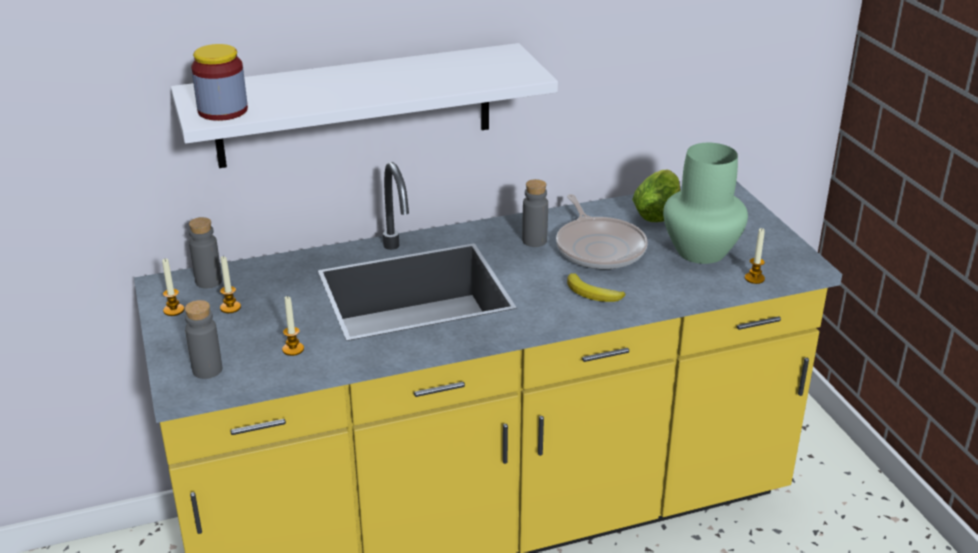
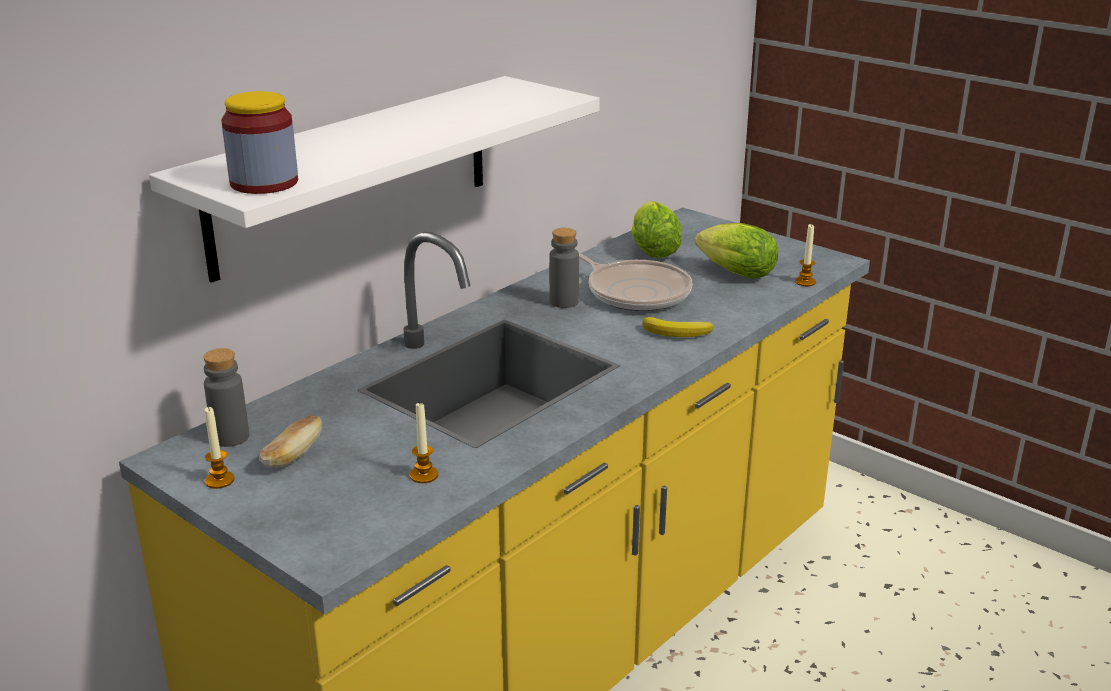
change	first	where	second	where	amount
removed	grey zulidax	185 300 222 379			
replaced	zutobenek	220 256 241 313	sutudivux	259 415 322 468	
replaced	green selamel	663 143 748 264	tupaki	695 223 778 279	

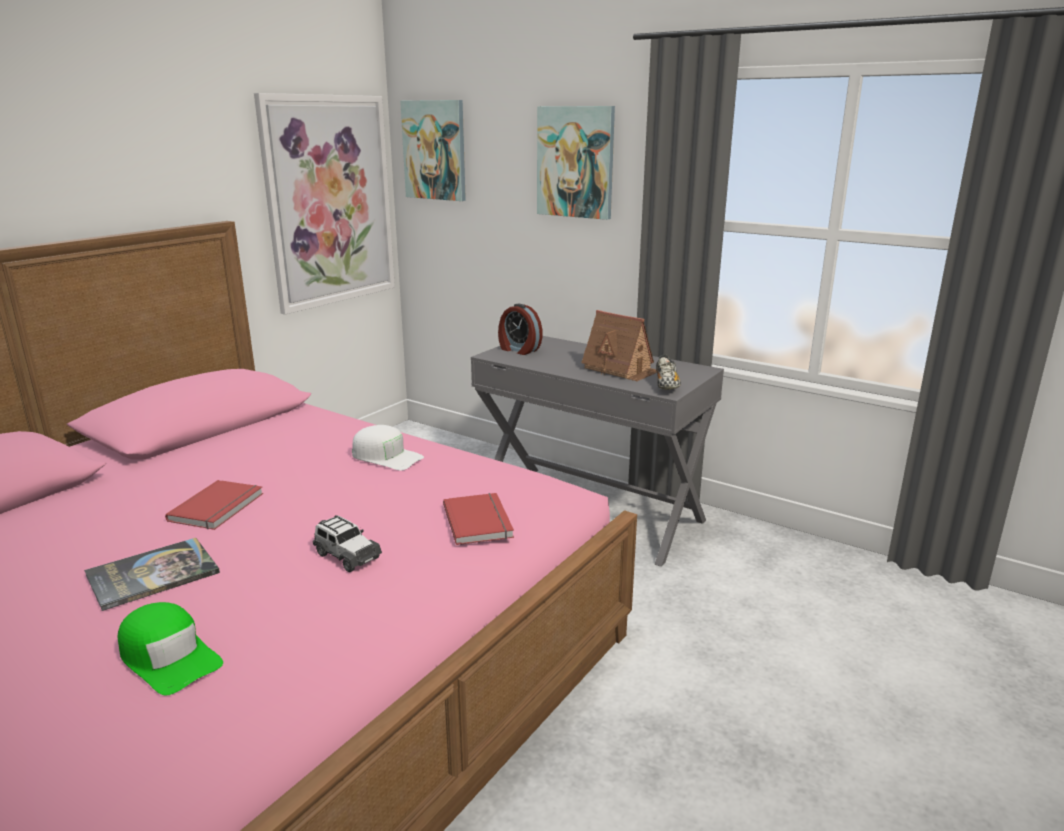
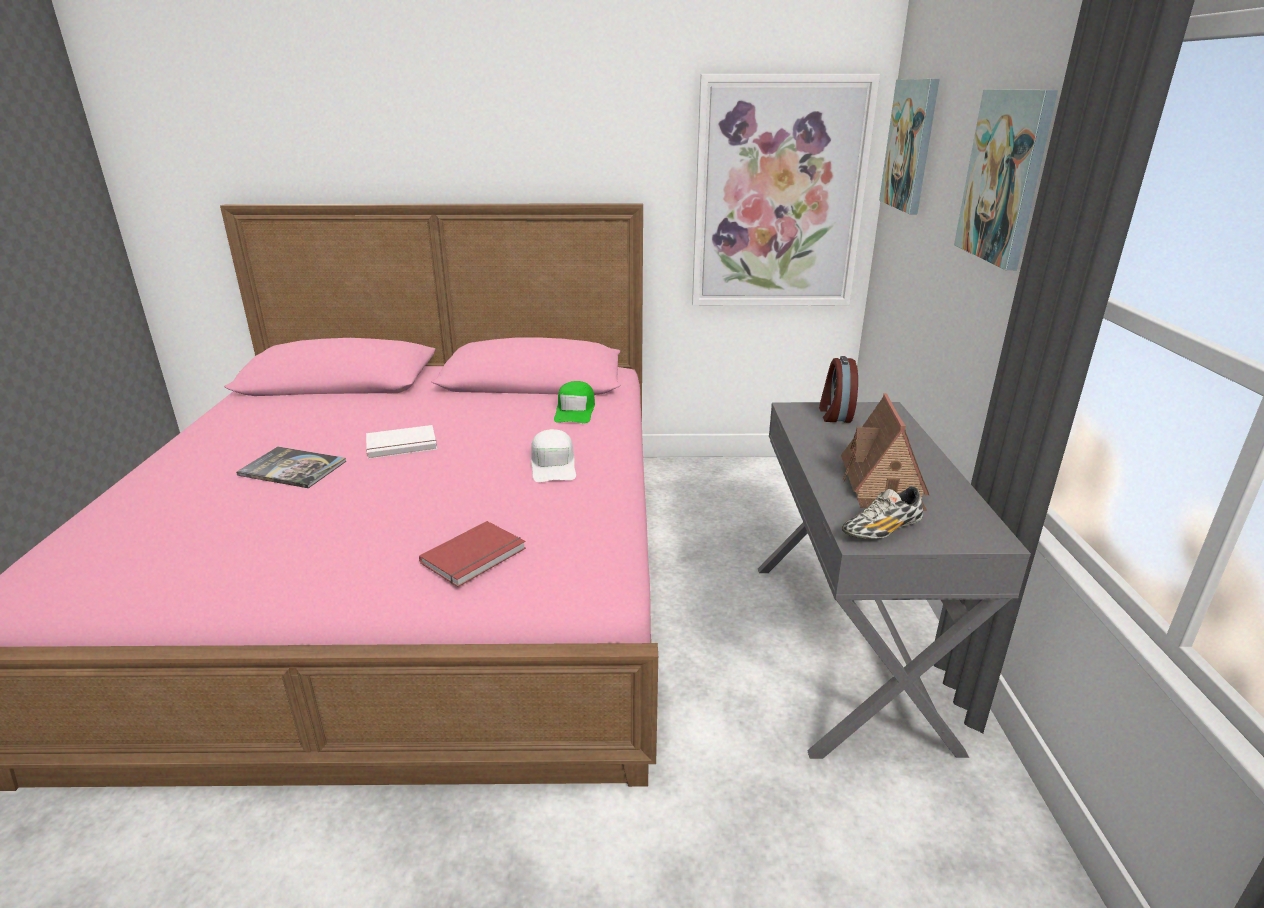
change	first	where	second	where	amount
removed	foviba	313 515 382 572			
moved	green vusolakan	118 602 223 695		554 381 595 423	
recoloured	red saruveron	165 480 263 530	white saruveron	366 425 437 459	

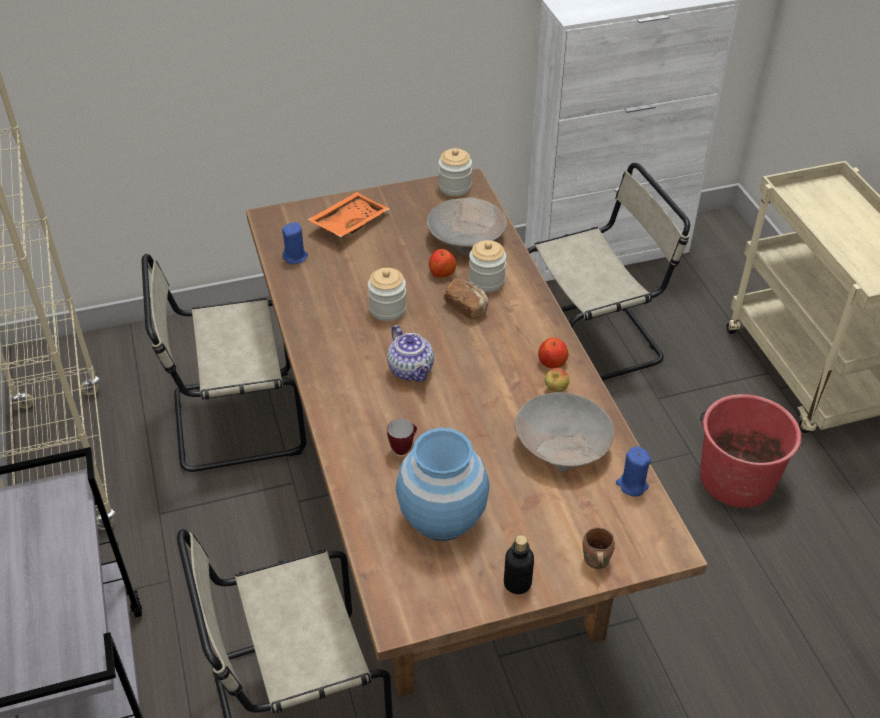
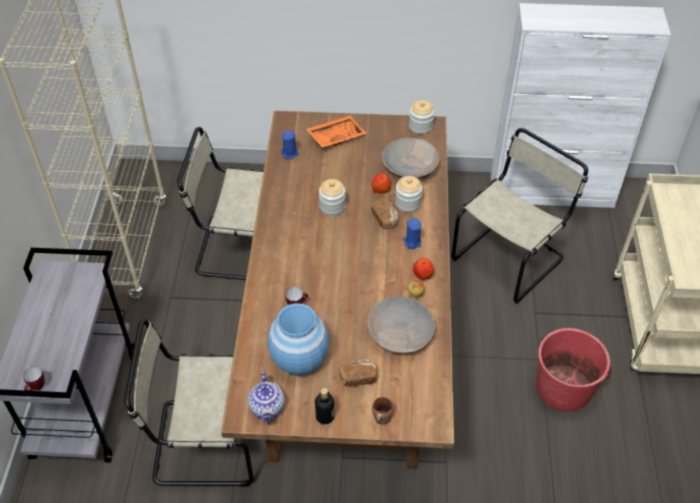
change	first	where	second	where	amount
added			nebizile	23 366 45 391	
added			sutudivux	339 359 377 387	
moved	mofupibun	387 325 434 382		248 371 285 424	
moved	blue zutobenek	616 446 651 497		403 218 421 249	
turned	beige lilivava	527 163 690 380		451 128 588 304	45 degrees counterclockwise

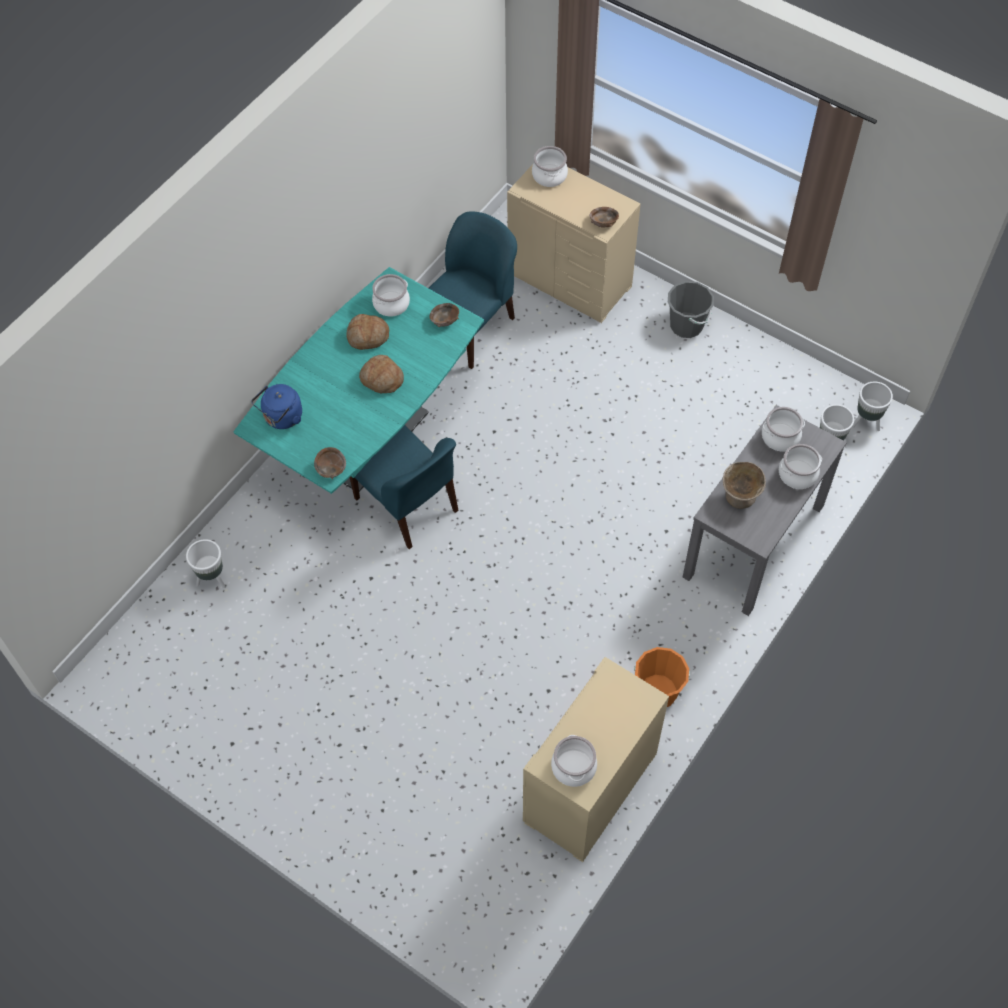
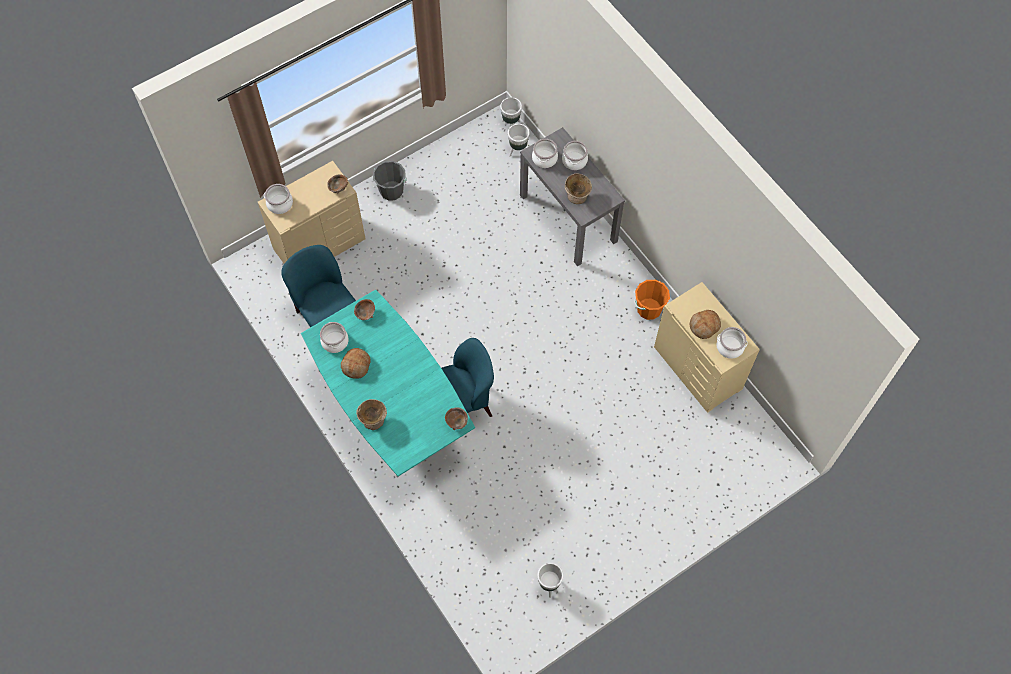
change	first	where	second	where	amount
removed	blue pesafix	252 384 302 429			
added			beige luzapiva	356 399 387 430	
moved	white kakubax	186 539 226 588		537 563 563 598	
moved	sutudivux	359 355 404 393		690 310 721 339	

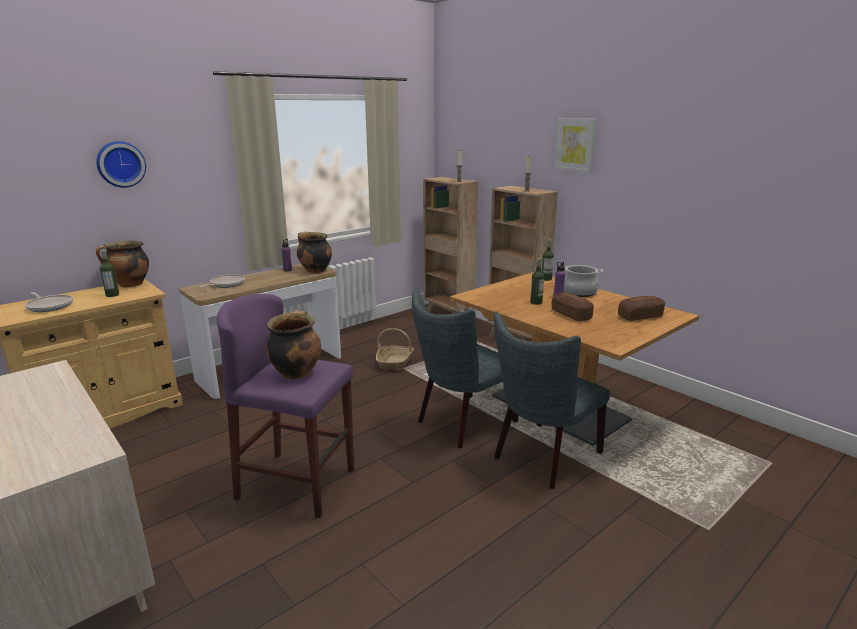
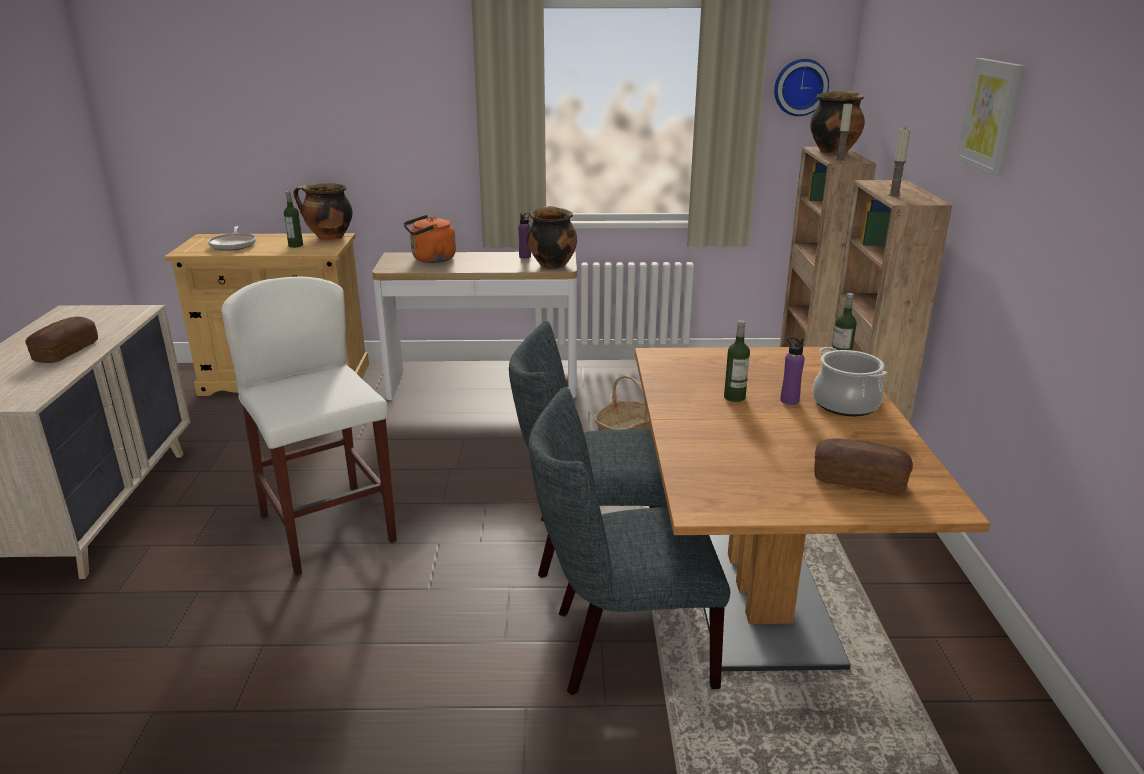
change	first	where	second	where	amount
moved	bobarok	96 141 146 188		774 59 829 116	
moved	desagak	266 310 321 380		810 91 865 154	
moved	sutudivux	552 292 594 321		25 317 98 363	
replaced	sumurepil	200 274 246 288	orange pesafix	404 215 456 263	
recoloured	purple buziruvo	217 294 354 518	white buziruvo	221 276 397 576	

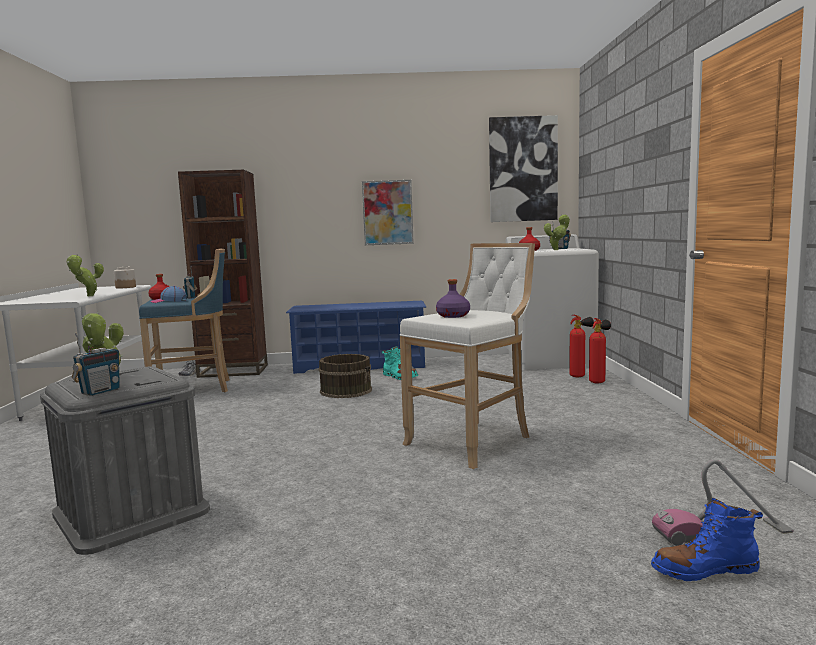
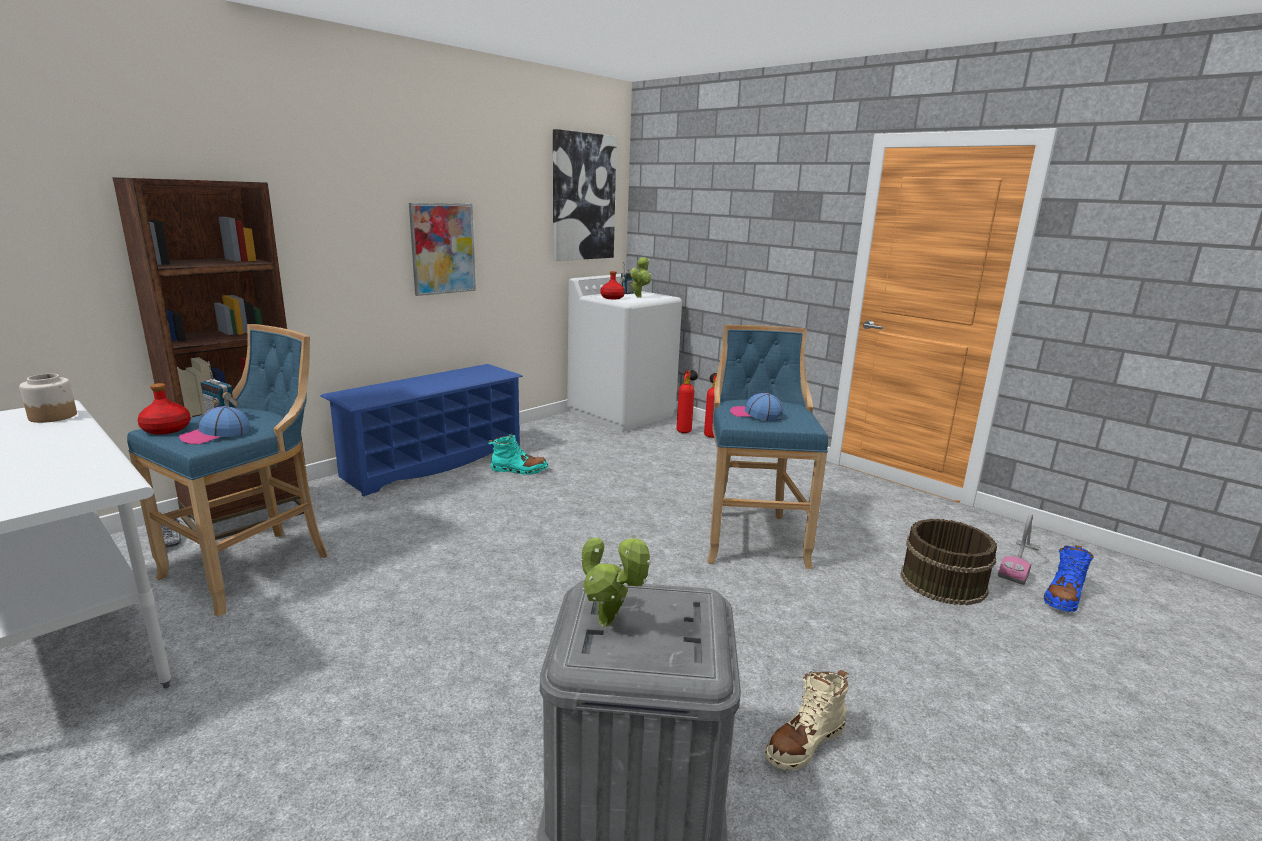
change	first	where	second	where	amount
removed	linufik	66 254 104 296			
removed	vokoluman	72 333 121 396			
added			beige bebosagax	765 670 849 770	
moved	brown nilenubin	318 354 372 398		900 519 997 606	
replaced	purple zulidax	436 279 470 318	vusolakan	730 393 783 421	
recoloured	white buziruvo	400 243 535 469	blue buziruvo	707 325 828 569	

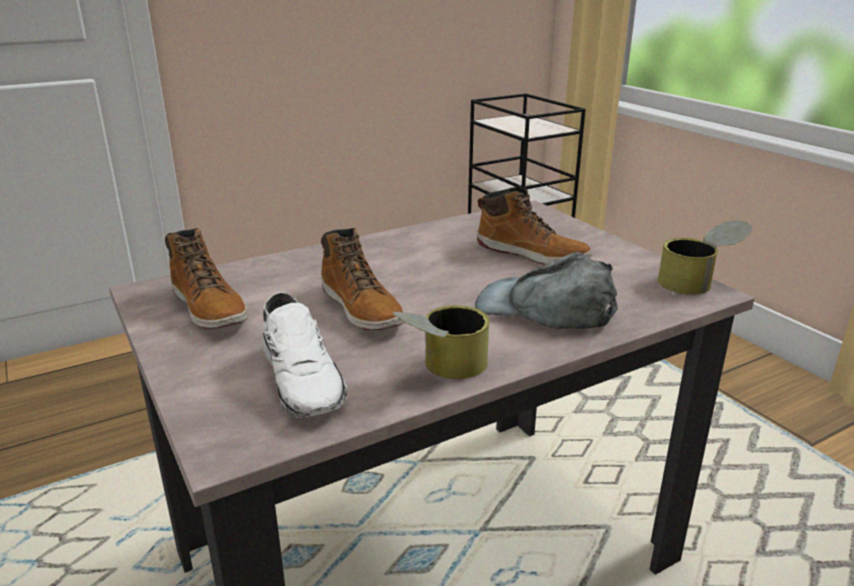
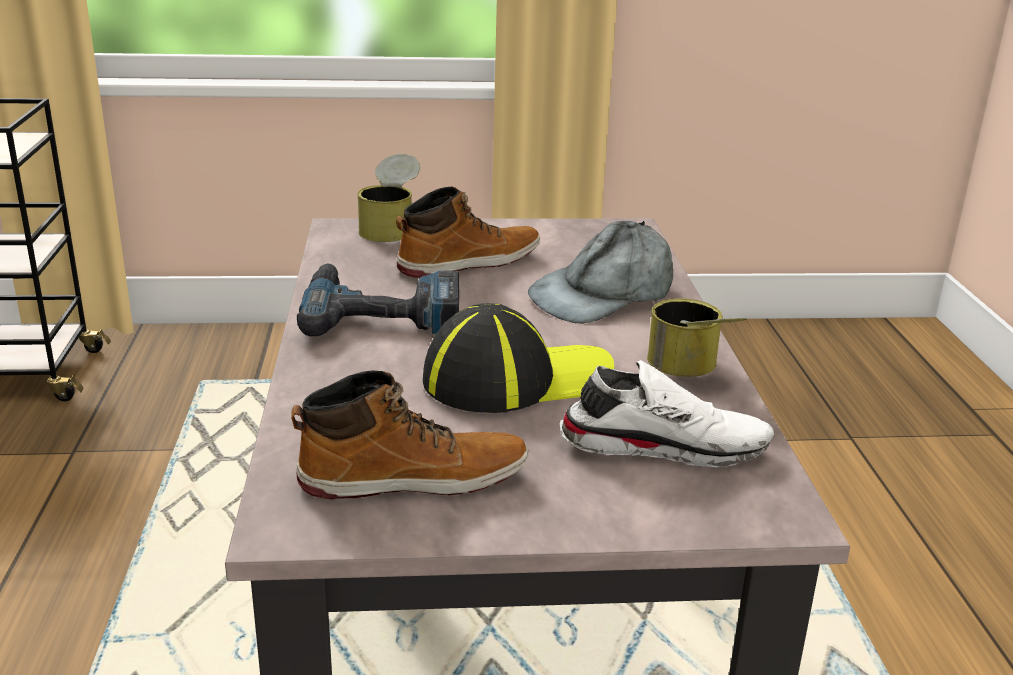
change	first	where	second	where	amount
added			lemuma	297 263 459 337	
moved	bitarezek	657 220 752 295		357 154 420 242	
replaced	bebosagax	321 228 405 330	vusolakan	423 303 615 413	

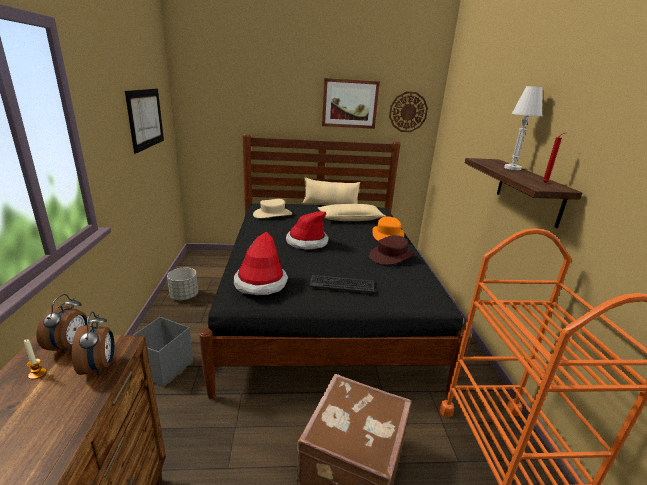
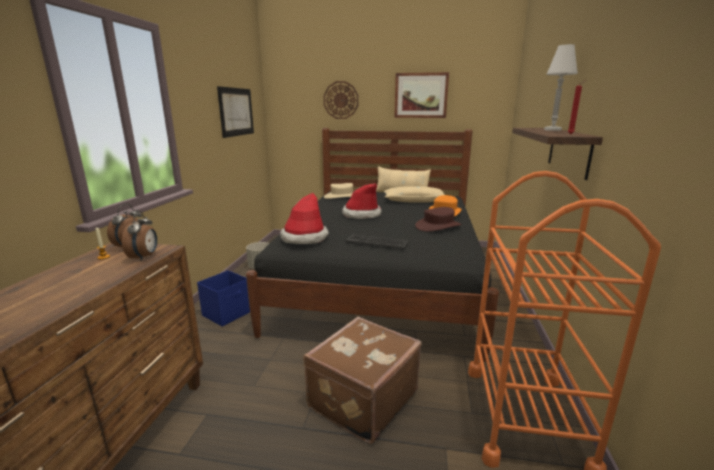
change	first	where	second	where	amount
moved	bobarok	389 92 428 132		323 81 359 119	
recoloured	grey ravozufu	134 317 193 387	blue ravozufu	197 270 250 327	

